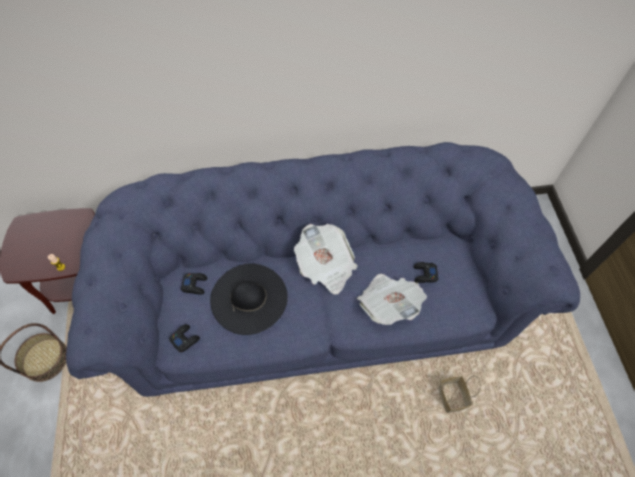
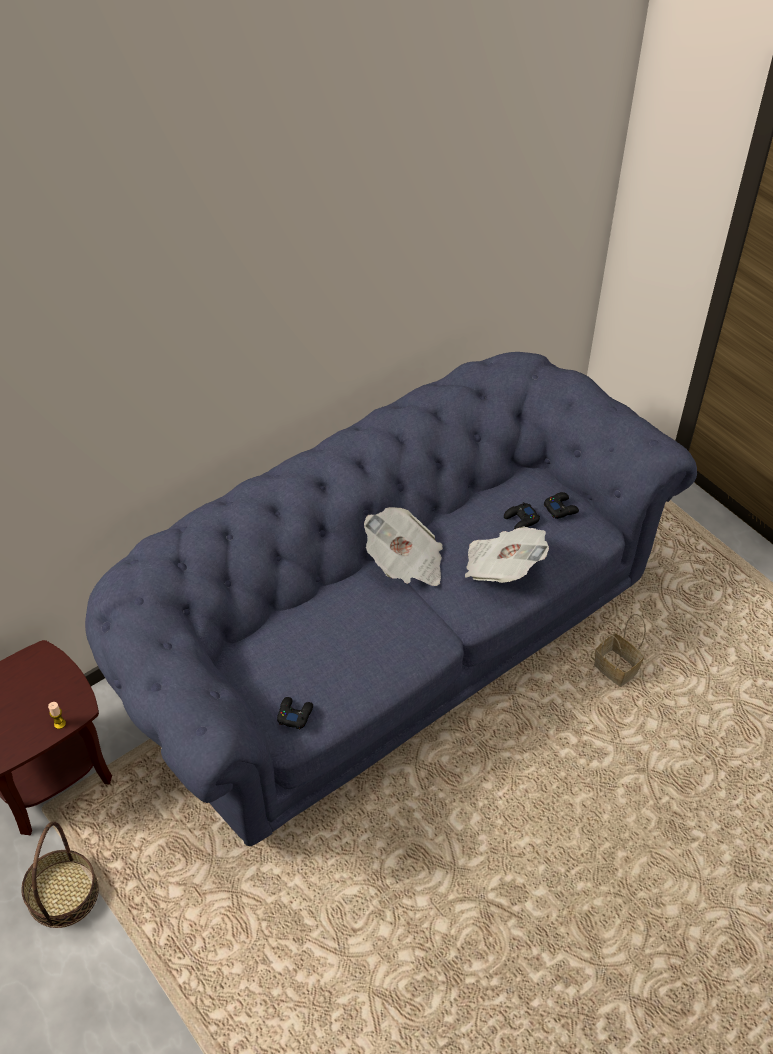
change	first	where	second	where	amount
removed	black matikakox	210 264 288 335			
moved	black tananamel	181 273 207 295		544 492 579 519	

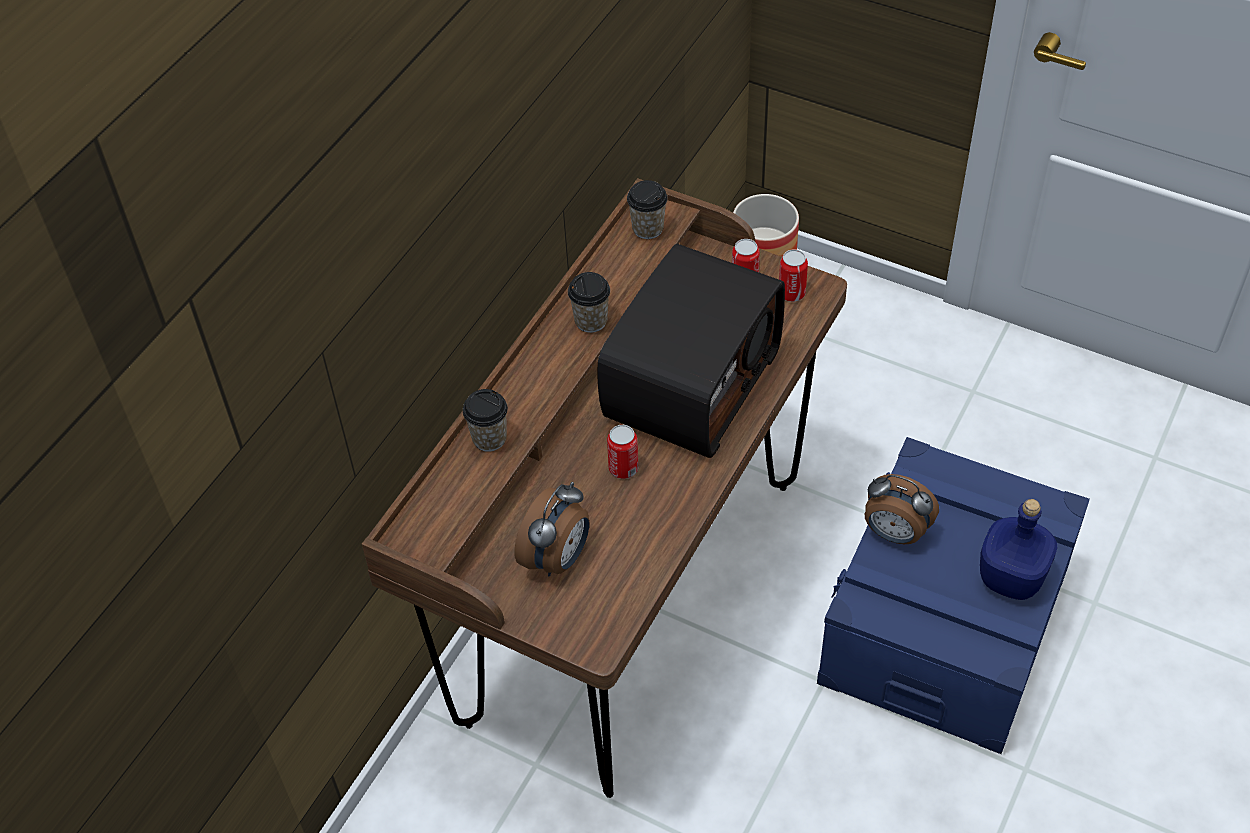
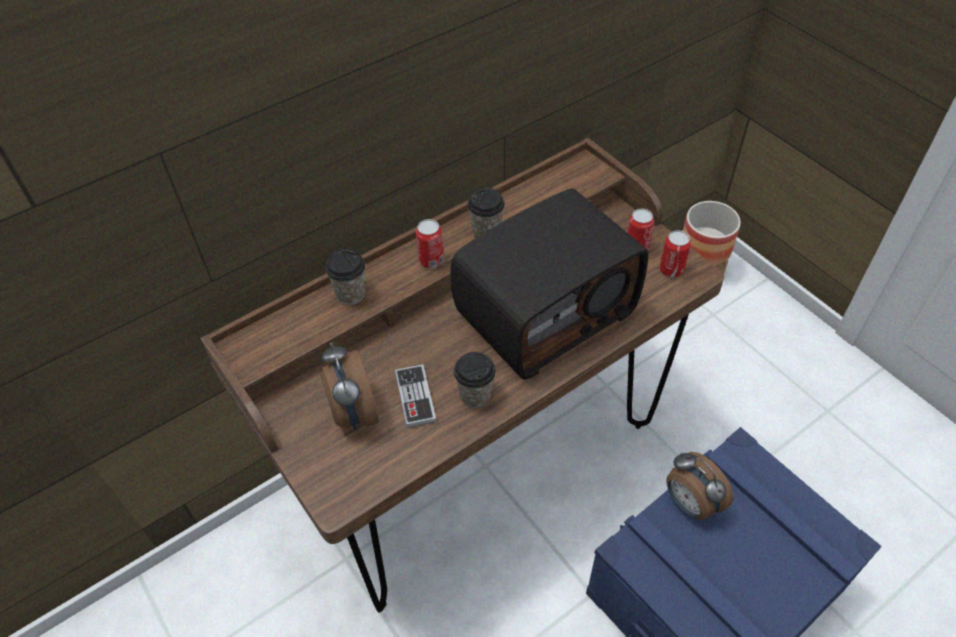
change	first	where	second	where	amount
removed	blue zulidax	980 499 1057 600			
added			tananamel	395 364 437 428	
moved	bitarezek	607 425 639 479		416 219 444 268	
moved	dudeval	627 180 667 239		454 352 496 408	
turned	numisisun	514 482 589 576		321 343 379 430	105 degrees clockwise

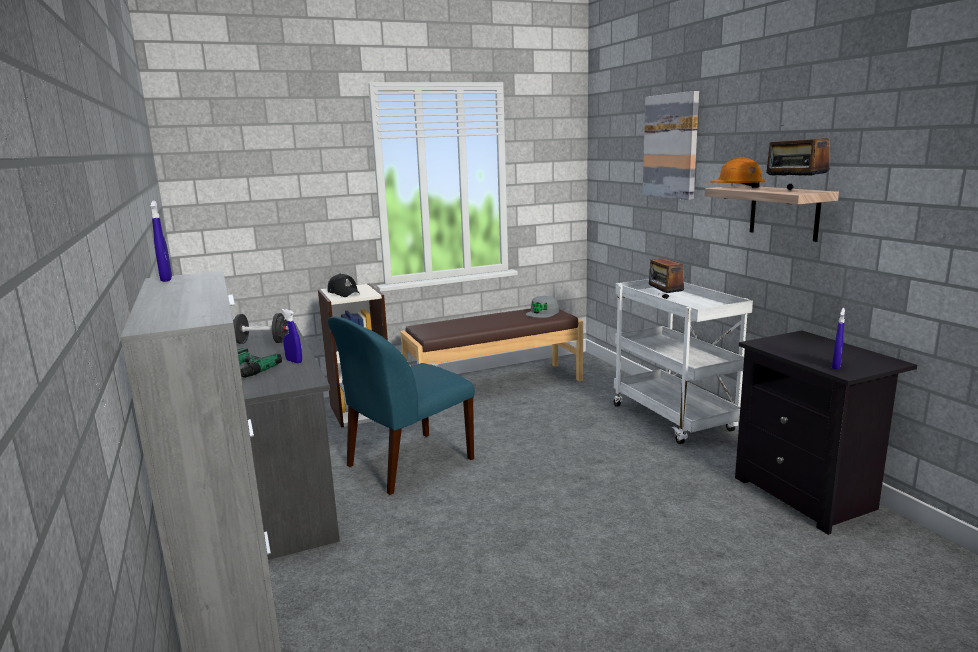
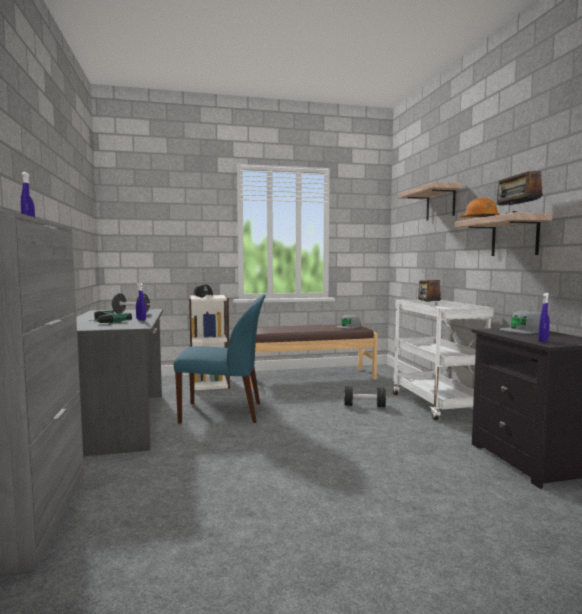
change	first	where	second	where	amount
added			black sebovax	344 386 386 407	
added			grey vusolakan	500 310 541 334	
replaced	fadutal	643 91 699 200	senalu	398 182 463 221	
turned	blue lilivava	328 316 475 495		174 294 266 424	150 degrees counterclockwise

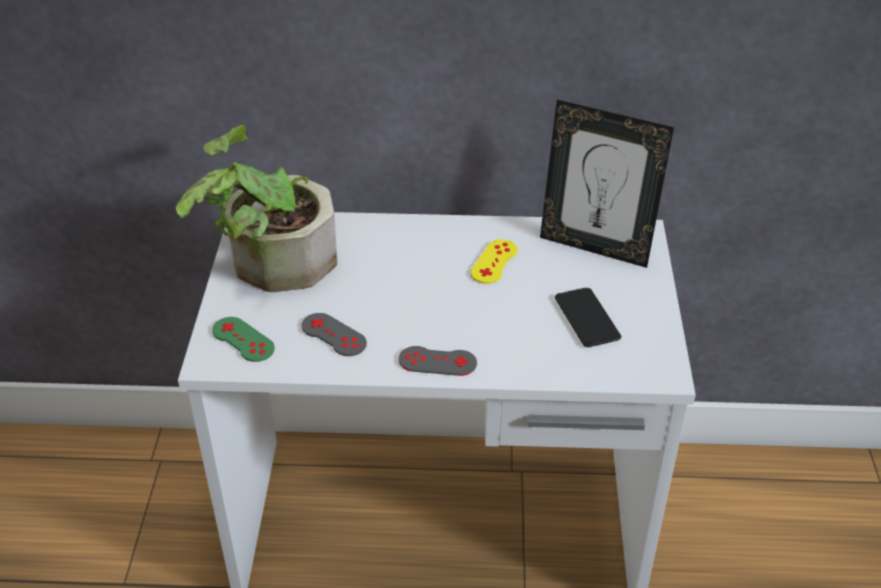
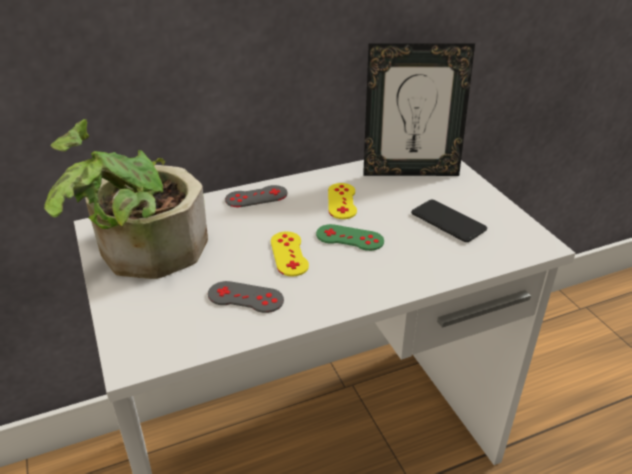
change	first	where	second	where	amount
added			yellow tananamel	271 231 309 276	
moved	green tananamel	212 317 275 362		316 224 384 251	
moved	grey tananamel	399 346 477 376		225 185 287 207	

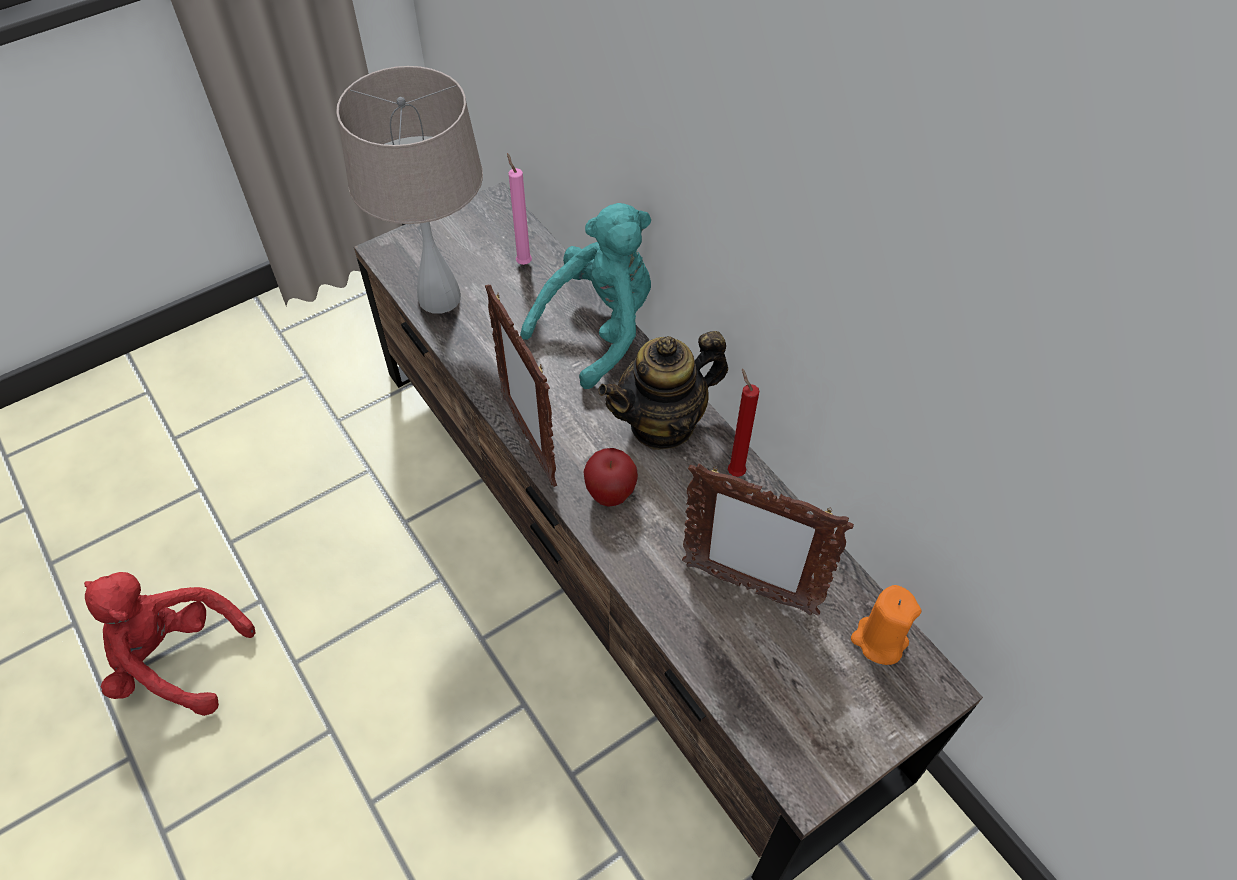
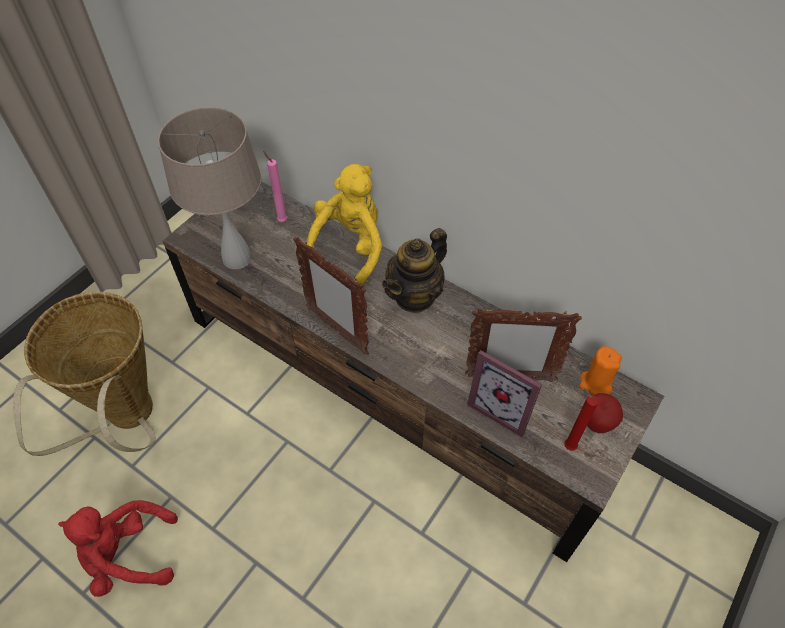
change	first	where	second	where	amount
added			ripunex	13 291 156 456	
added			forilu	467 350 542 437	
moved	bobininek	583 448 638 507		587 393 623 433	
moved	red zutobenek	728 369 759 477		564 388 599 451	
recoloured	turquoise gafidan	520 203 651 389	yellow gafidan	307 164 382 285	

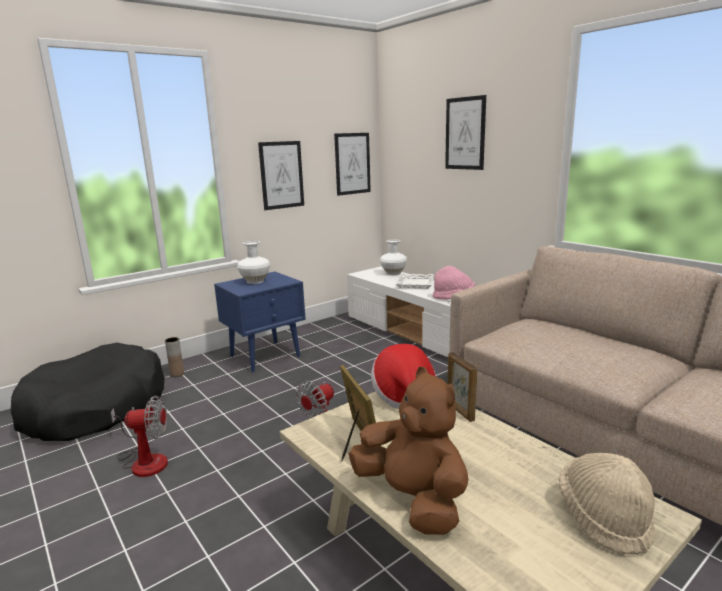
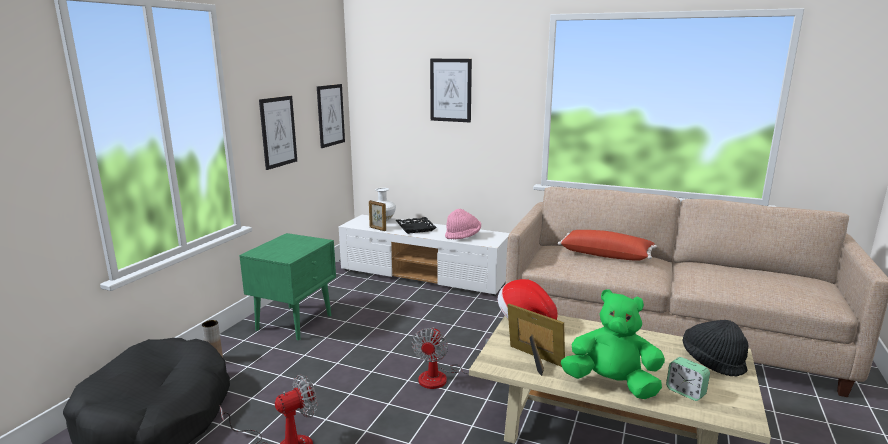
change	first	where	second	where	amount
removed	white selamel	237 241 270 284			
added			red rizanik	558 230 657 261	
added			numisisun	666 357 710 401	
moved	forilu	447 352 477 422		369 200 386 231	
recoloured	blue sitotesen	214 271 305 372	green sitotesen	239 233 336 340	
recoloured	brown gafidan	349 366 468 535	green gafidan	561 289 665 399	
recoloured	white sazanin	396 273 434 289	black sazanin	396 217 437 234	
recoloured	beige matikakox	559 453 655 555	black matikakox	682 320 748 376	

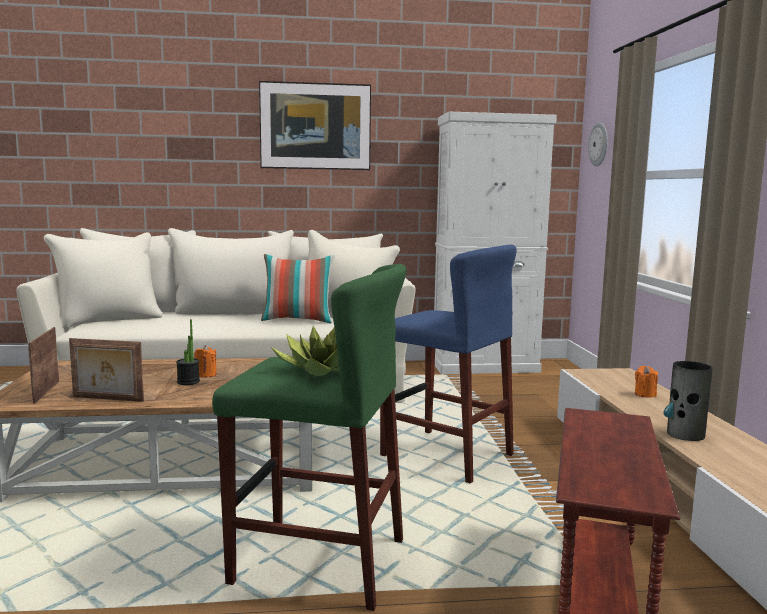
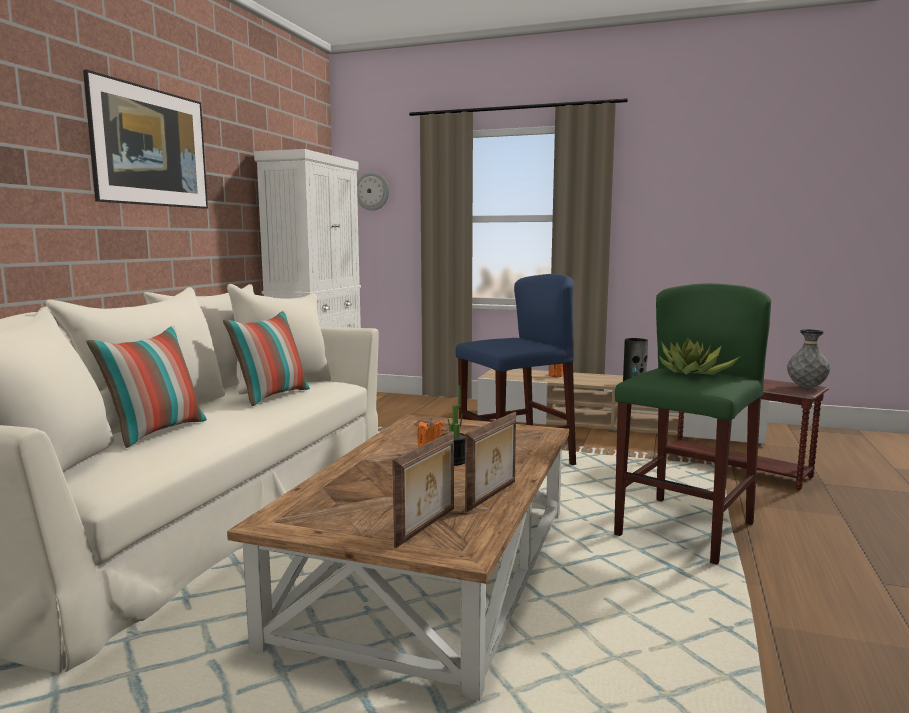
change	first	where	second	where	amount
added			rizanik	86 325 207 448	
added			grey selamel	787 329 830 388	
turned	forilu	28 327 59 404		392 431 454 548	75 degrees counterclockwise

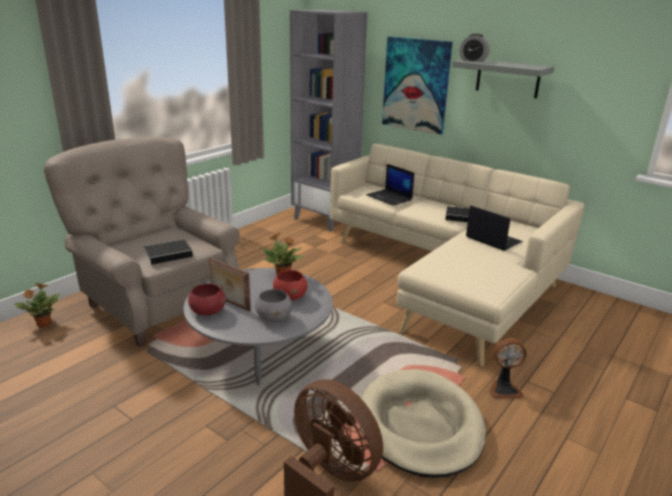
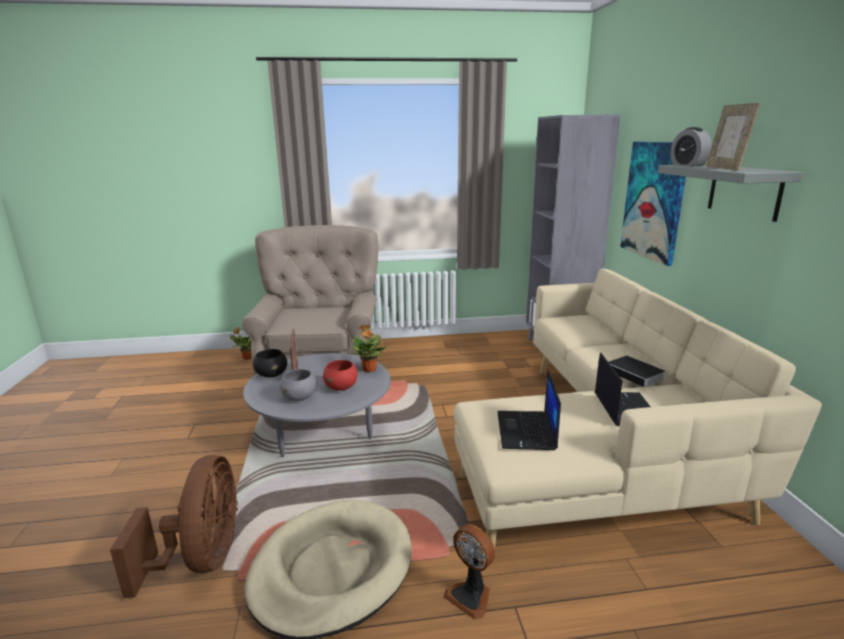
change	first	where	second	where	amount
removed	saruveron	144 239 200 265			
added			forilu	706 103 760 170	
moved	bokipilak	366 164 415 206		497 370 561 450	
recoloured	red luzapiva	188 284 226 316	black luzapiva	253 349 287 378	

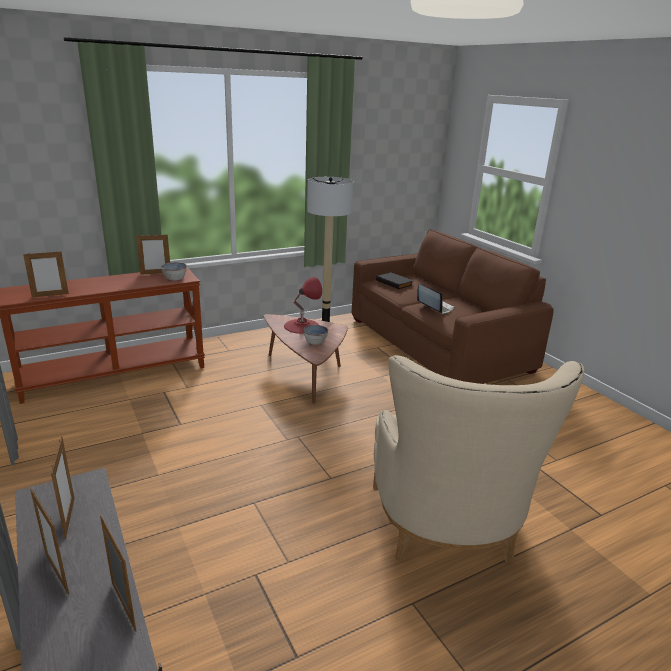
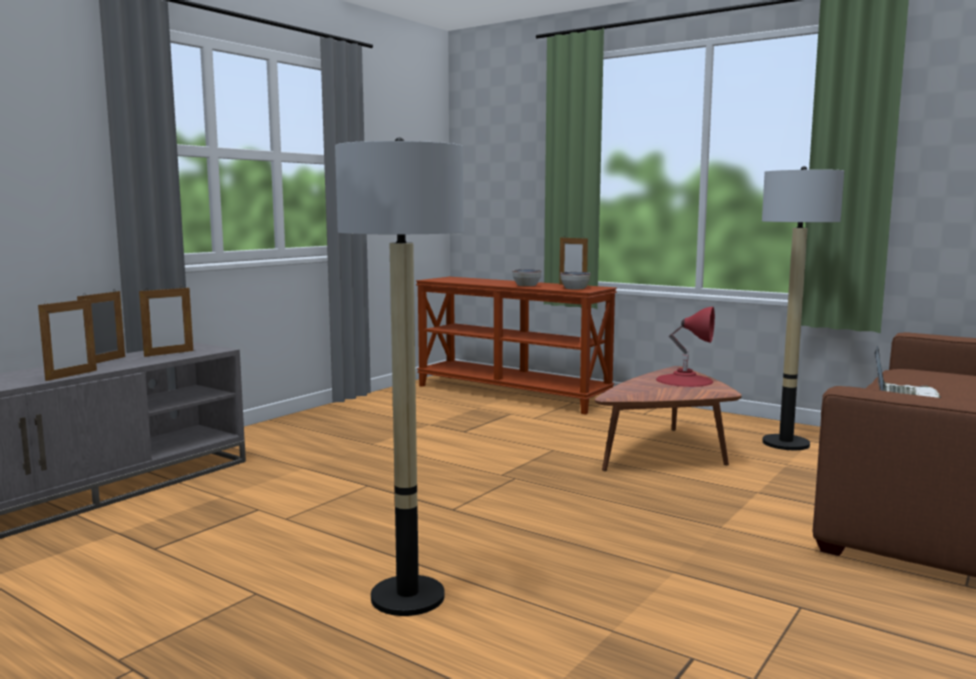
change	first	where	second	where	amount
removed	forilu	23 250 69 298			
removed	black saruveron	376 272 413 289			
moved	luzapiva	303 325 328 345		512 269 542 286	
replaced	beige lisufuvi	373 355 584 564	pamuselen	335 137 464 616	

